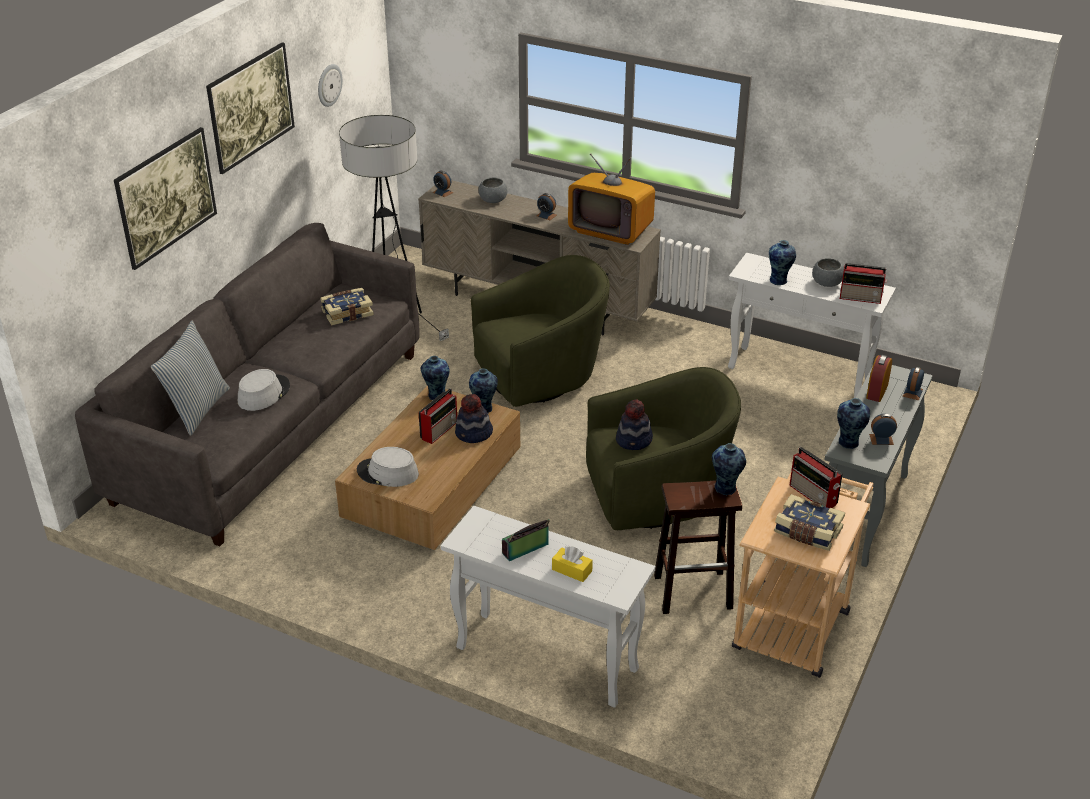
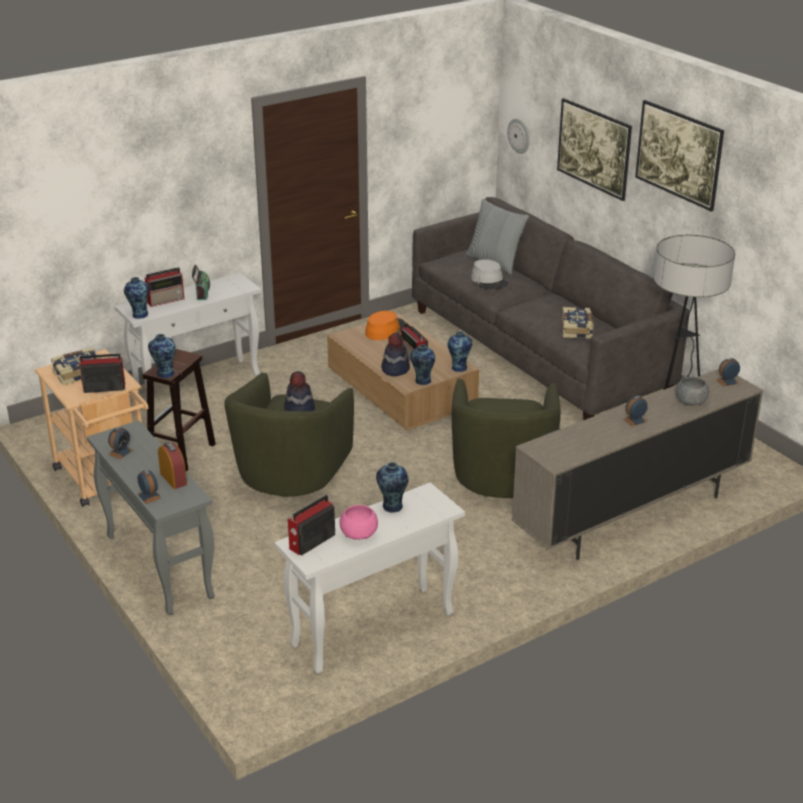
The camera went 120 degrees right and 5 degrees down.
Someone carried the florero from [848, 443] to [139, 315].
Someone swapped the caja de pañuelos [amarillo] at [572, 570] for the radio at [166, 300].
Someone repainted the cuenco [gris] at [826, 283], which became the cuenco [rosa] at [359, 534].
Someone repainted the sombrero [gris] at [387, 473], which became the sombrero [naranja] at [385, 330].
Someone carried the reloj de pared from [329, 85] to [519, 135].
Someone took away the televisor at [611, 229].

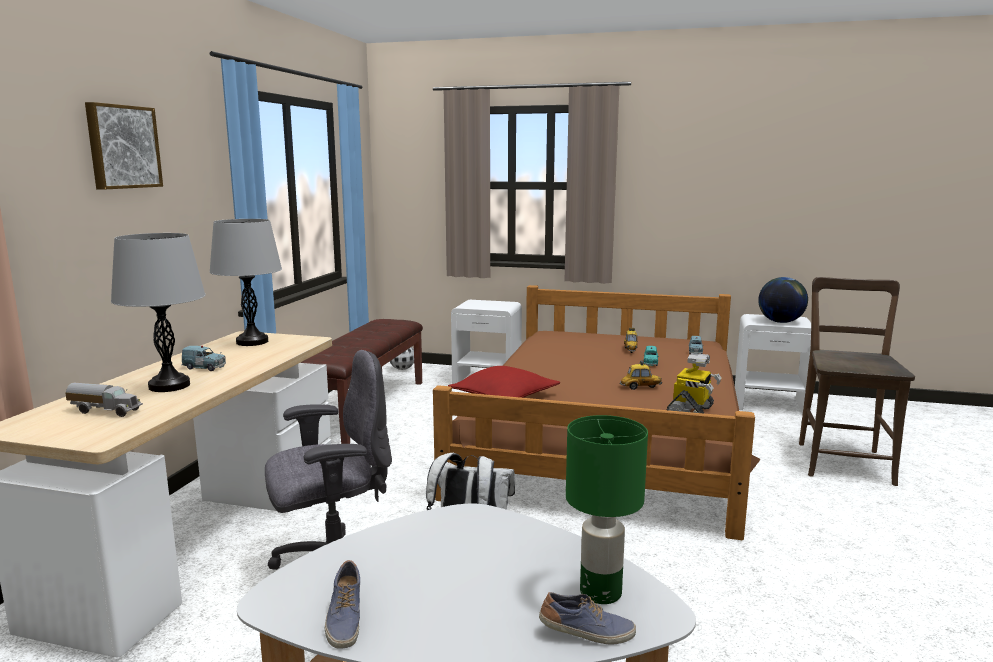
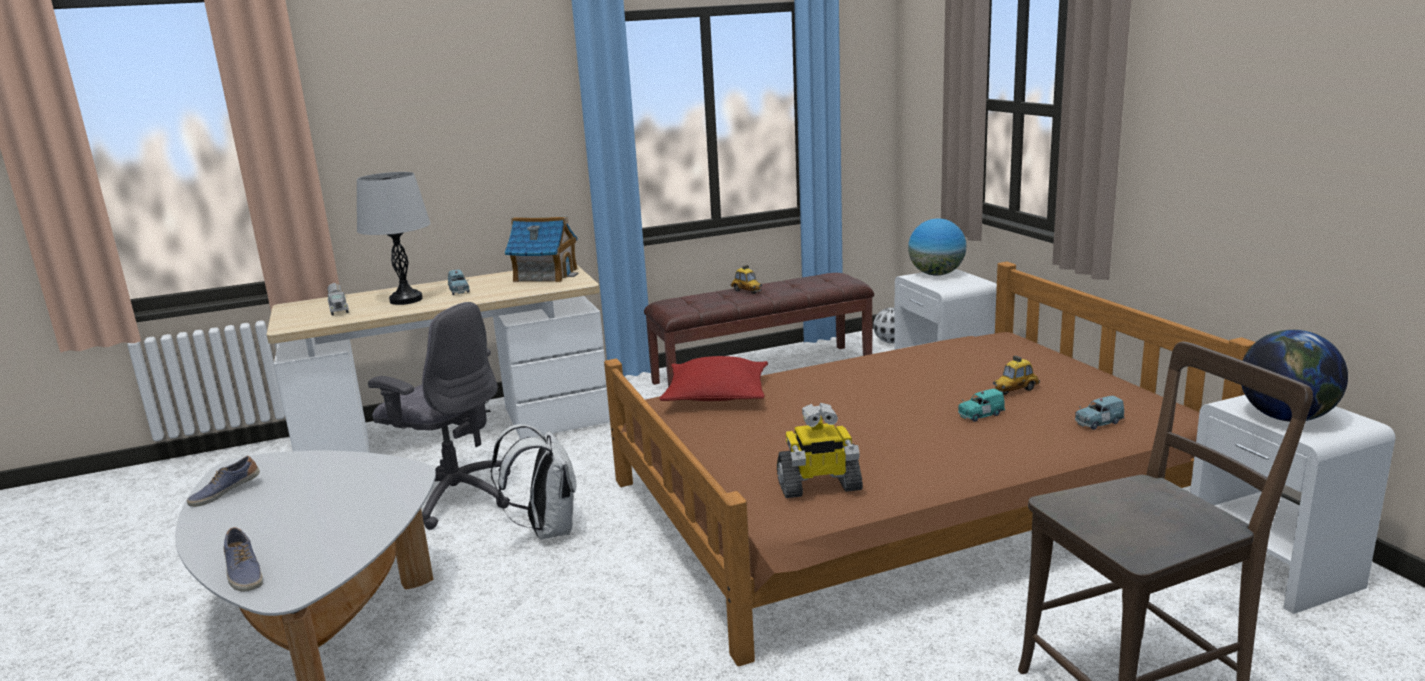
The camera went 55 degrees right and 5 degrees up.
Someone swapped the lámpara de mesa [gris] at [252, 342] for the casita at [545, 275].
Someone carried the coche de juguete from [640, 387] to [746, 291].
Someone put down the globo terráqueo at [936, 274].
Someone took away the cuadro at [122, 147].
Someone took away the lámpara de mesa [verde] at [601, 593].

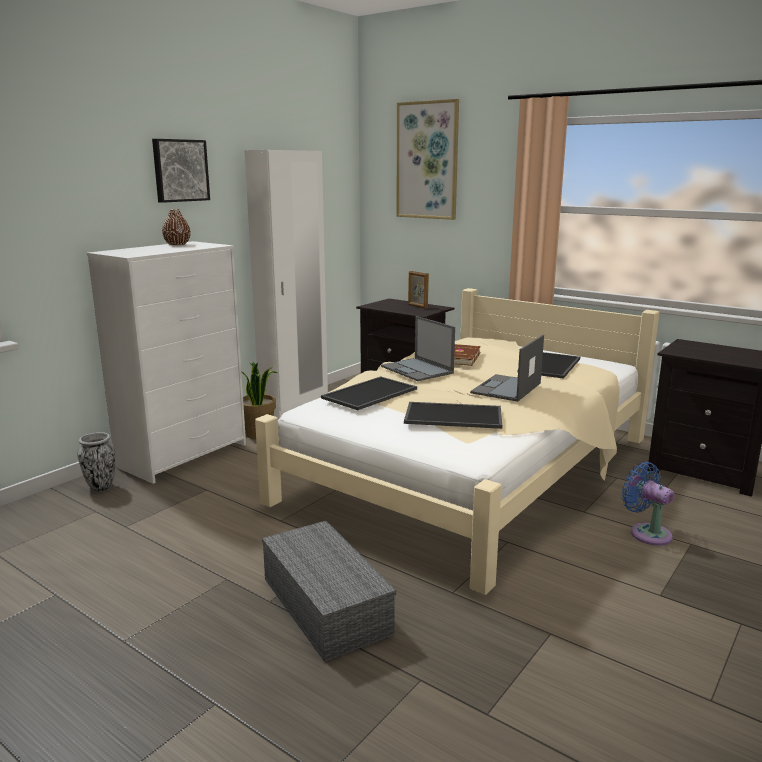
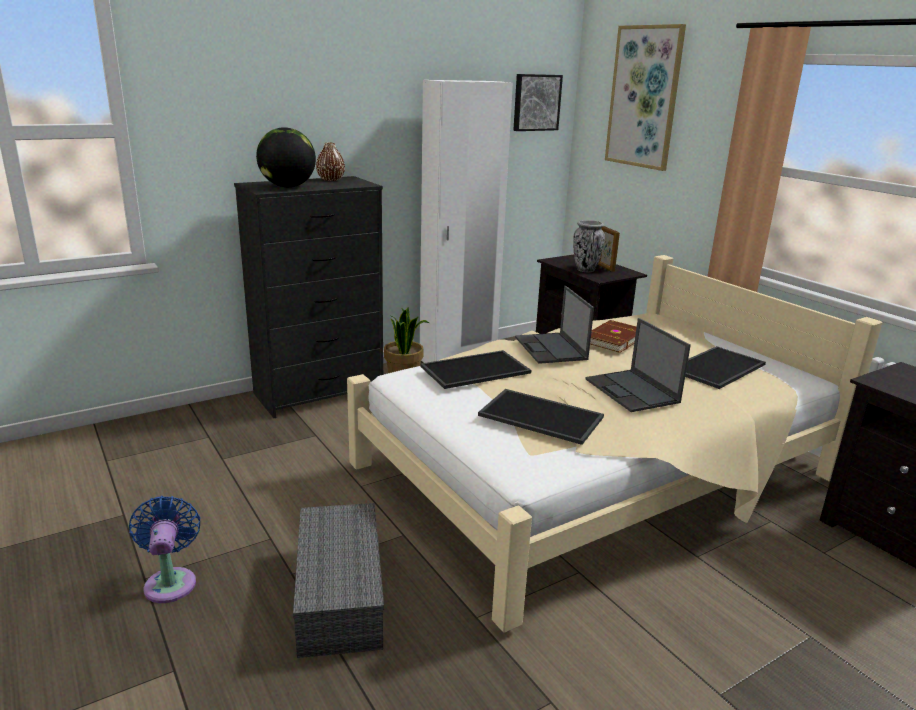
The camera went 20 degrees right and 5 degrees up.
Someone carried the ventilador [azul] from [646, 533] to [171, 581].
Someone repainted the cómoda [blanco] at [184, 455], which became the cómoda [negro] at [320, 393].
Someone put down the globo terráqueo at [288, 187].
Someone carried the cuadro from [180, 170] to [536, 102].
Someone carried the florero from [100, 487] to [585, 270].
Someone rotated the portátil at [506, 388] by 75 degrees counterclockwise.

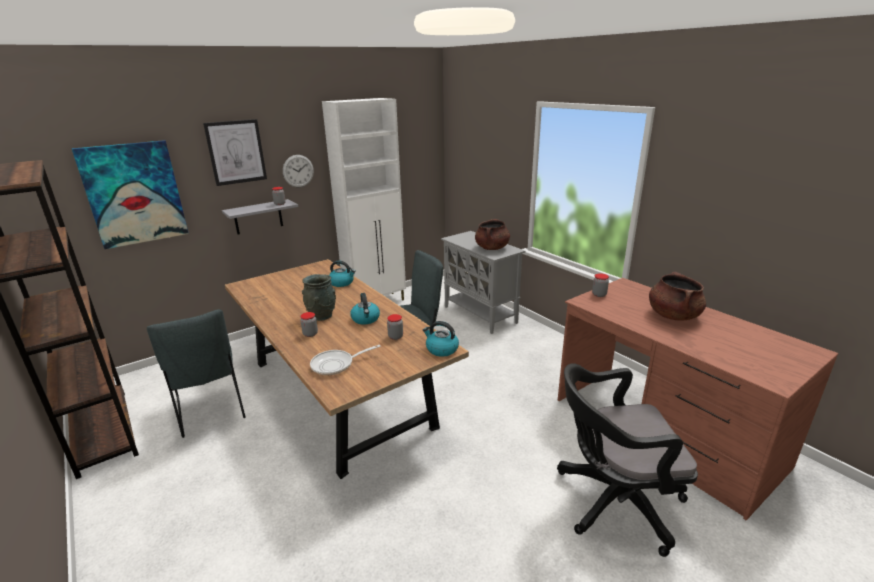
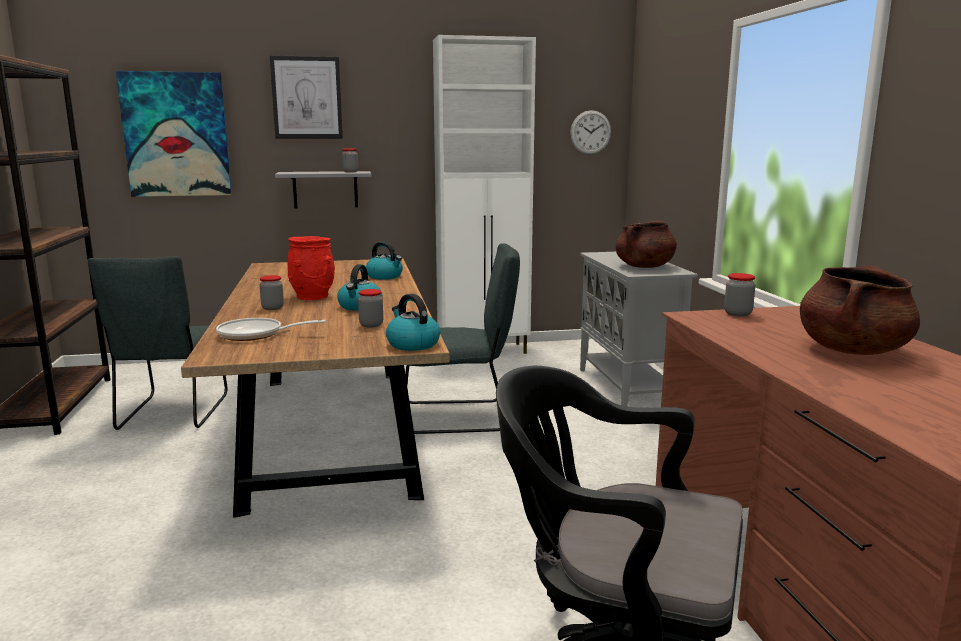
The camera went 25 degrees right and 10 degrees down.
Someone repainted the florero [gris] at [322, 316], which became the florero [rojo] at [313, 297].
Someone carried the reloj de pared from [298, 171] to [590, 132].

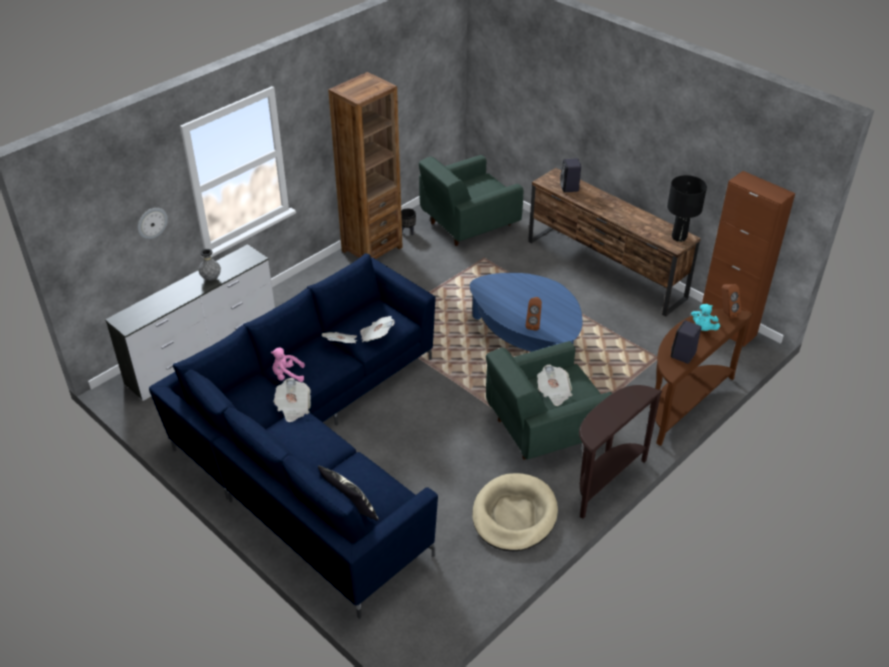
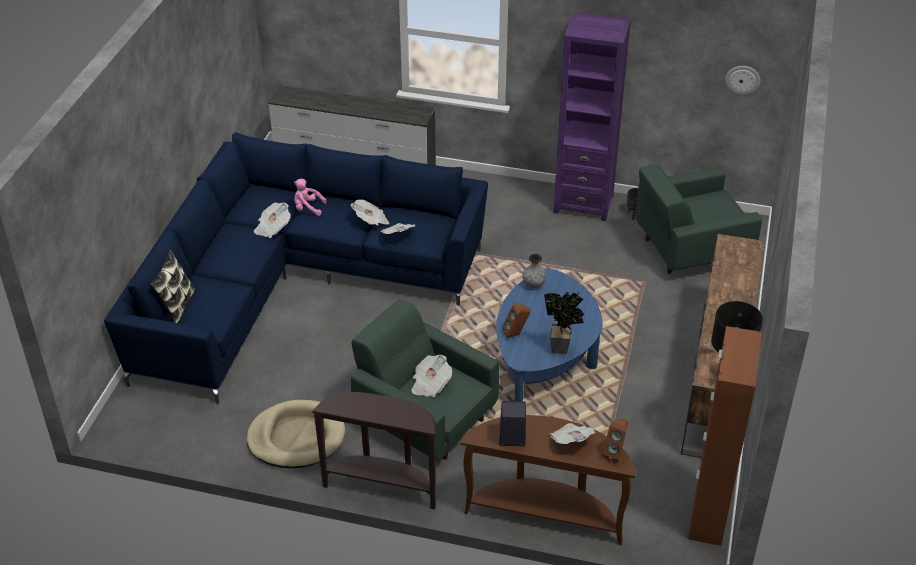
The camera went 60 degrees right and 0 degrees up.
Someone rotated the peluche [rosa] at [287, 375] by 45 degrees counterclockwise.
Someone carried the florero [gris] from [211, 278] to [534, 285].
Someone put down the planta en maceta at [562, 350].
Someone swapped the peluche [turquesa] at [703, 328] for the periódico at [571, 441].
Someone repainted the estantería [marrón] at [372, 249], which became the estantería [morado] at [583, 203].
Someone rotated the sillón [verde] at [468, 224] by 45 degrees counterclockwise.
Someone carried the reloj de pared from [152, 222] to [742, 79].
Someone took away the altavoz [negro] at [569, 188].

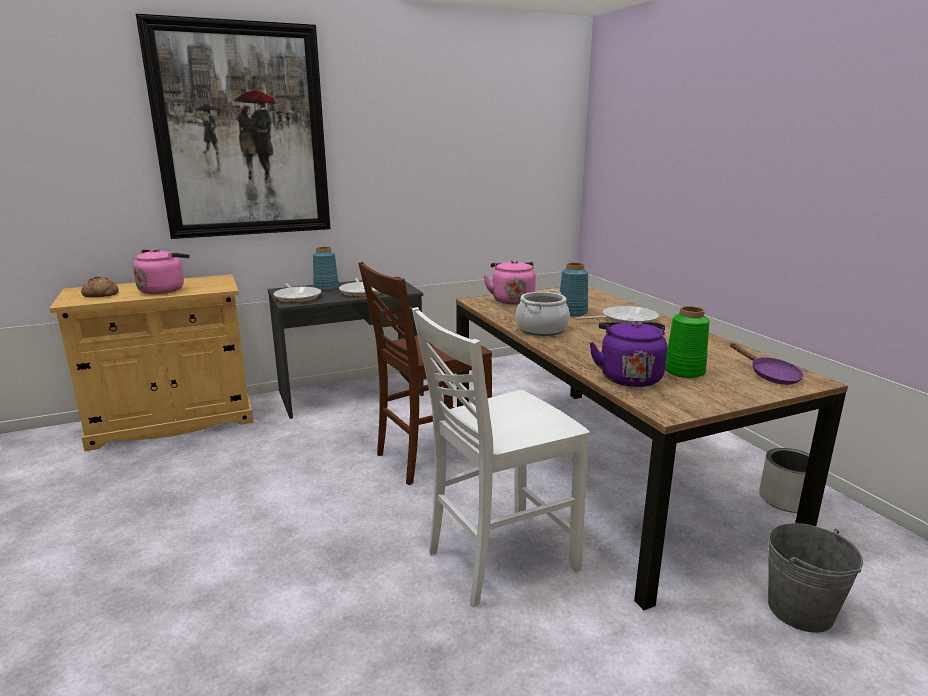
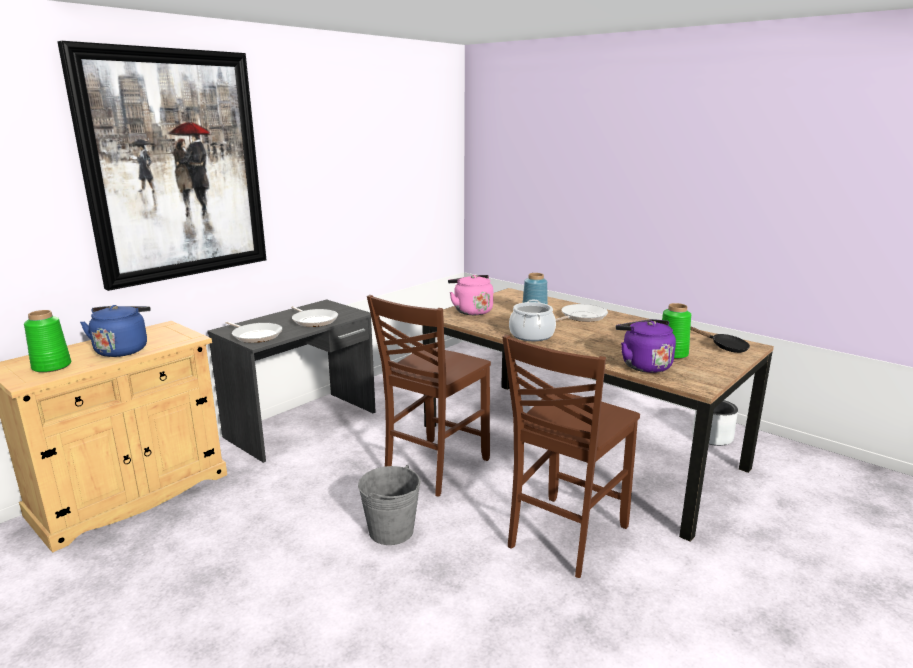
The camera went 25 degrees left and 0 degrees up.
Someone swapped the pan at [100, 295] for the florero [verde] at [51, 367].
Someone repainted the hervidor [rosa] at [164, 290], which became the hervidor [azul] at [123, 350].
Someone carried the cubo [gris] from [800, 610] to [391, 531].
Someone repainted the silla [blanco] at [498, 559], which became the silla [marrón] at [564, 536].
Someone repainted the sartén [morado] at [770, 376], which became the sartén [negro] at [725, 347].
Someone took away the florero [azul] at [326, 288].

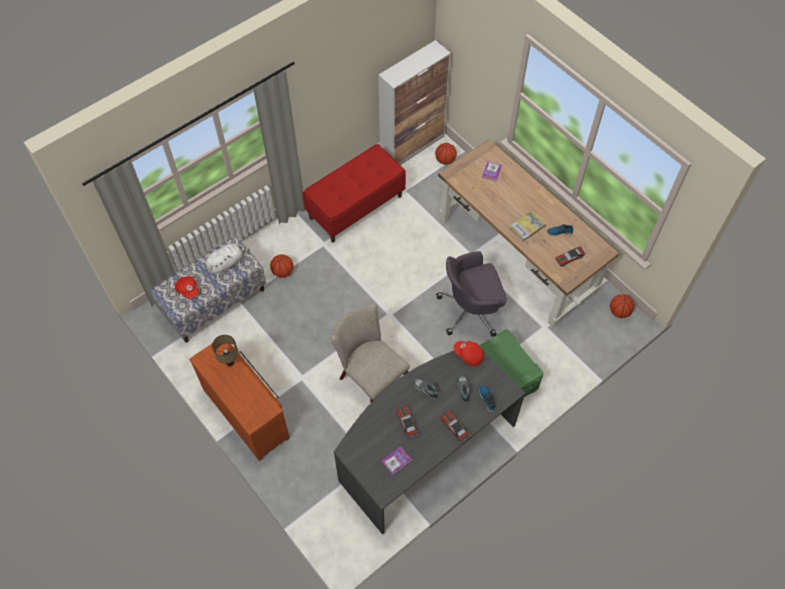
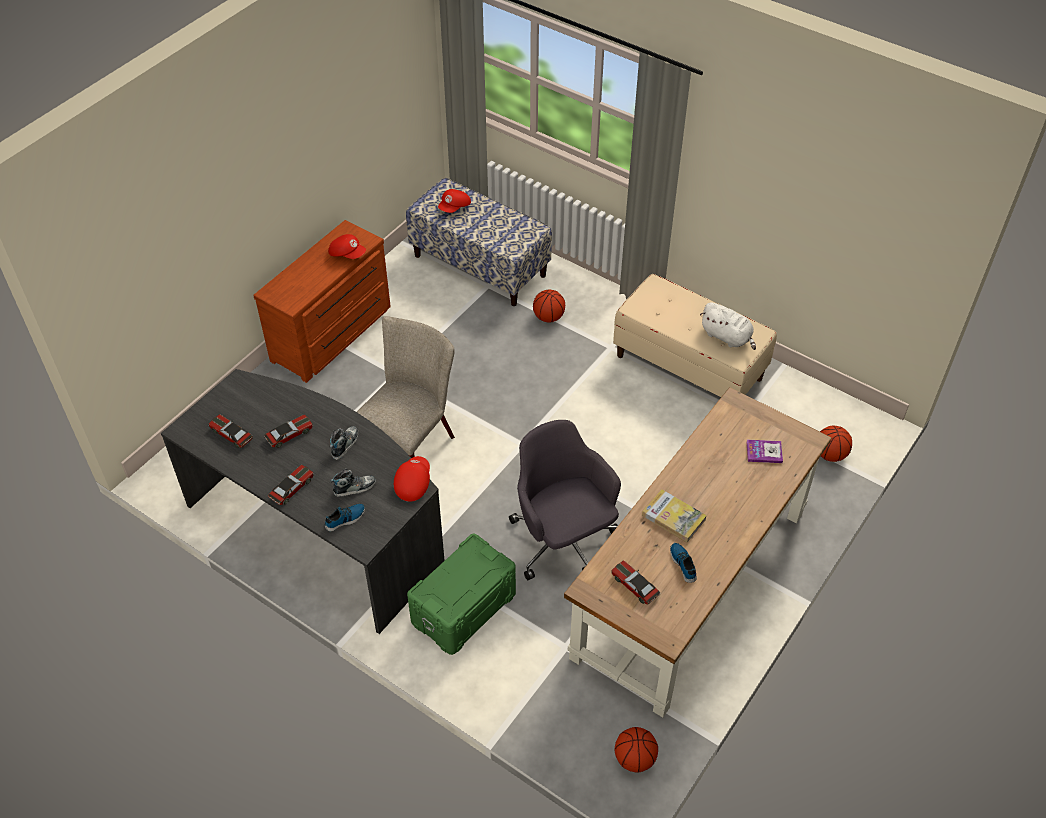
The camera went 75 degrees right and 10 degrees down.
Someone swapped the libro at [396, 460] for the coche de juguete at [231, 434].
Someone swapped the lámpara de mesa at [229, 363] for the gorra [rojo] at [347, 254].
Someone repainted the banco [rojo] at [355, 207], which became the banco [beis] at [689, 367].
Someone carried the peluche [blanco] from [227, 263] to [727, 337].
Someone took away the armario at [412, 146].

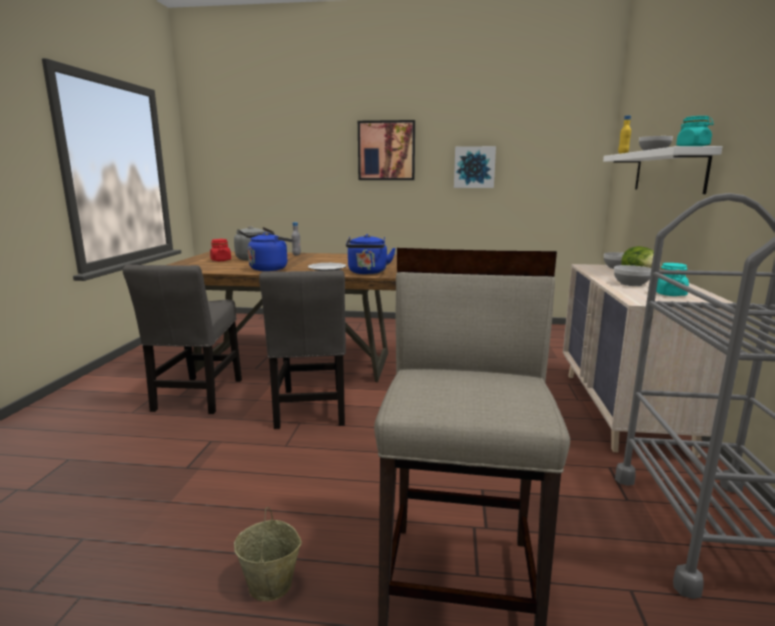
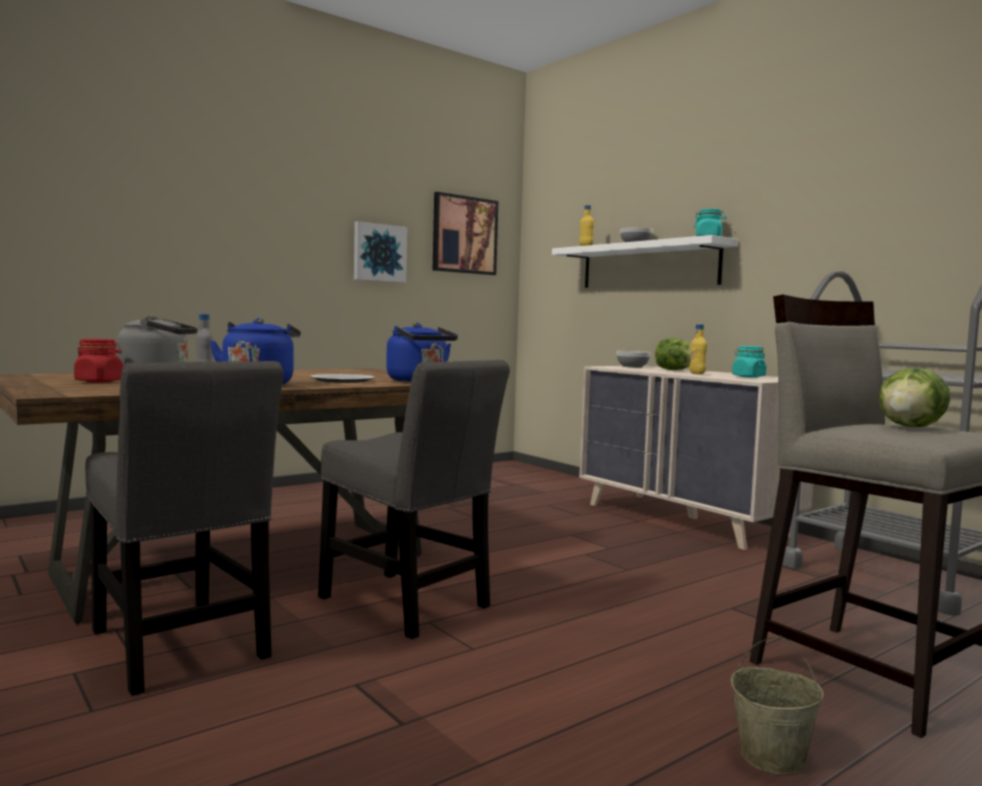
The camera went 45 degrees left and 10 degrees down.
Someone carried the cuadro from [386, 150] to [464, 235].
Someone swapped the cuenco at [631, 284] for the botella [amarillo] at [697, 373].
Someone put down the lechuga at [910, 427].

